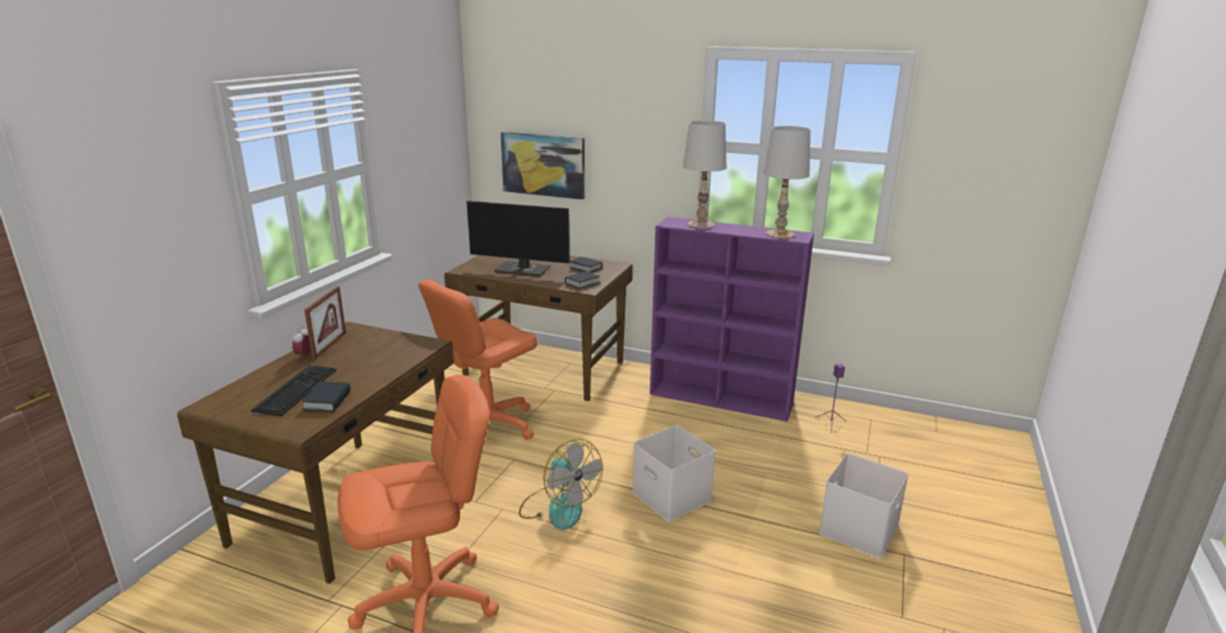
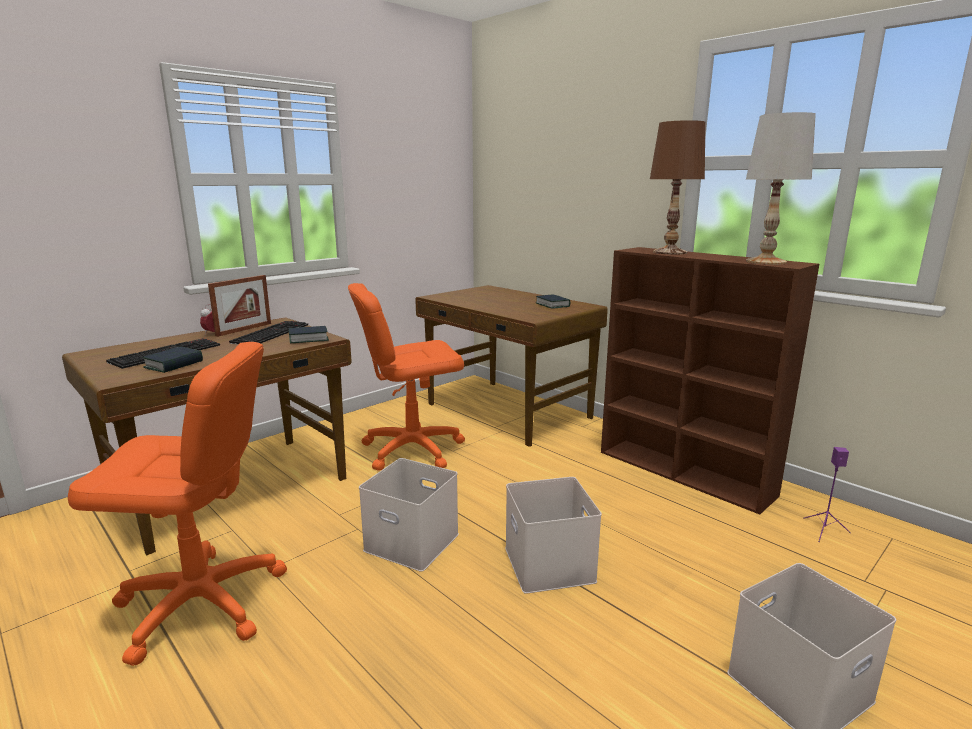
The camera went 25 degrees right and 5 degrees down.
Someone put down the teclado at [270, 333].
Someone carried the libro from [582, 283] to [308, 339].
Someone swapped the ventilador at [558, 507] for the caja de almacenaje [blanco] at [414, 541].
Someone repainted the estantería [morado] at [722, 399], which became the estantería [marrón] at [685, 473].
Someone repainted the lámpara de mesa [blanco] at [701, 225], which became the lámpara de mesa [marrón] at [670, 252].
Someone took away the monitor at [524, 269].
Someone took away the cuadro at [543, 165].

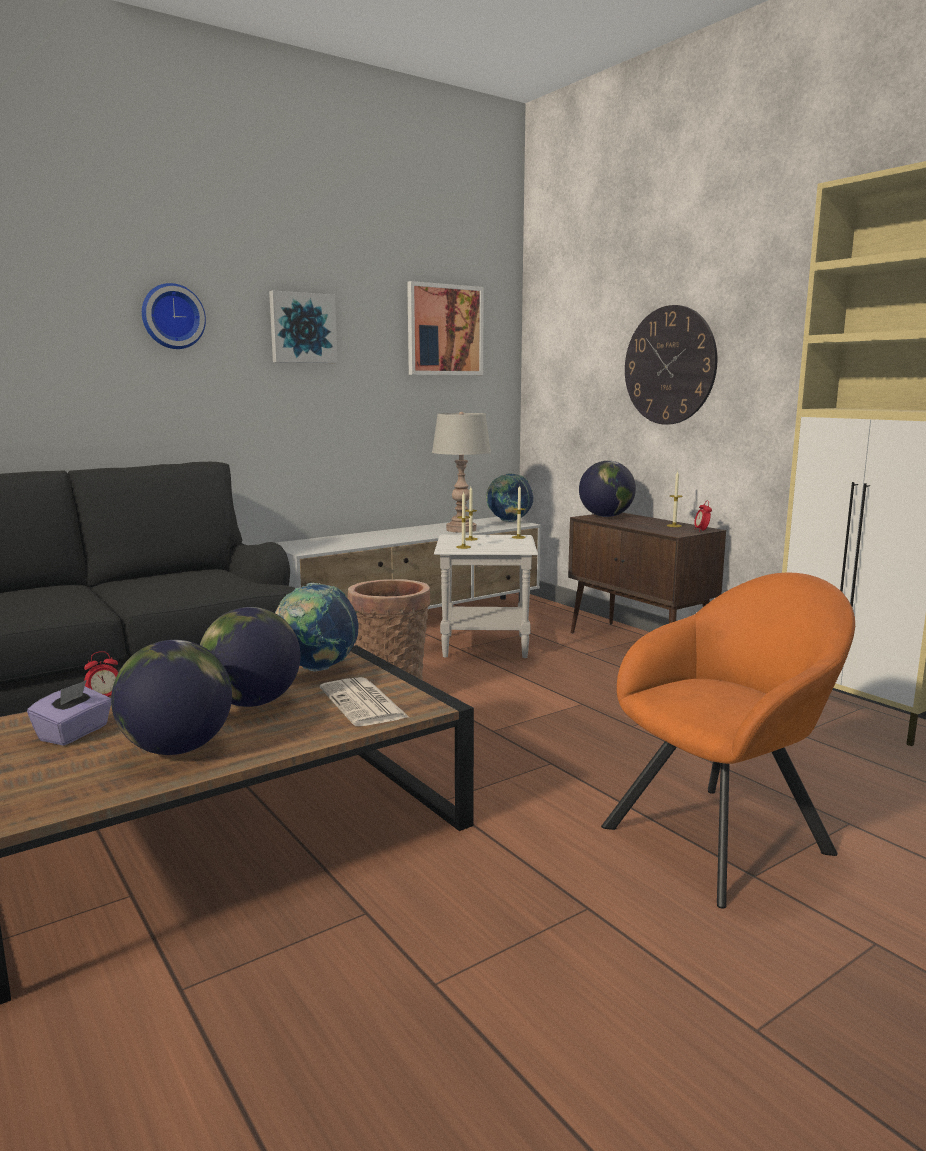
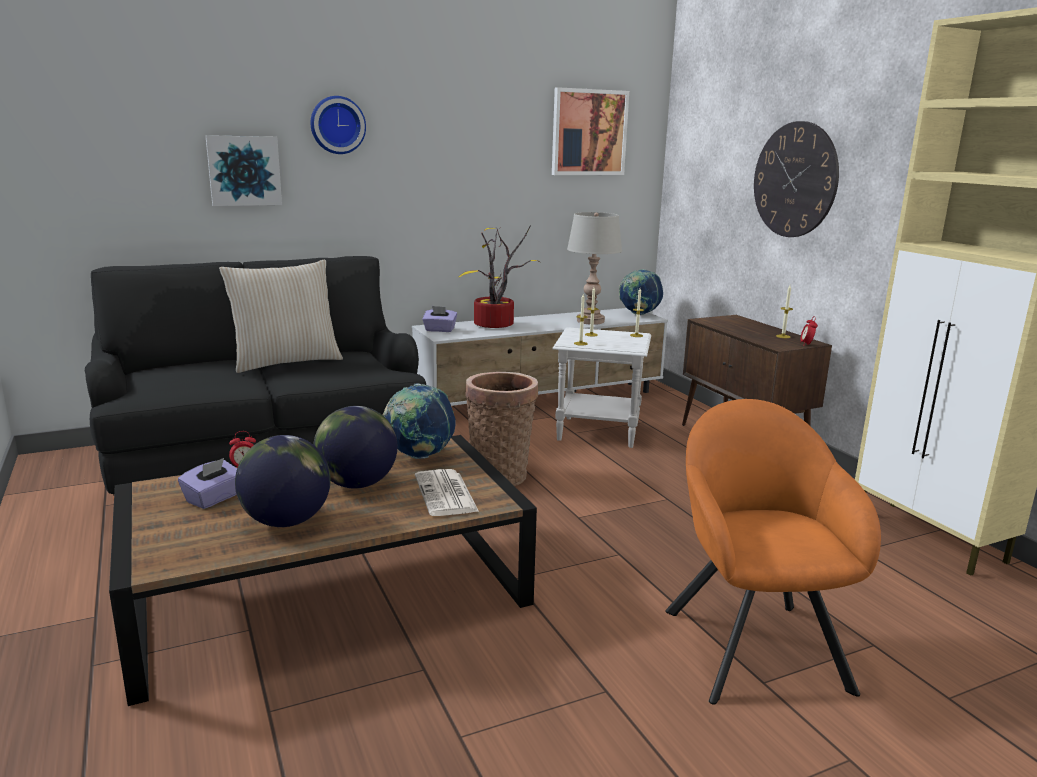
The camera went 10 degrees right and 5 degrees up.
Someone carried the cuadro from [302, 328] to [244, 170].
Someone put down the cojín [beis] at [286, 362].
Someone put down the caja de pañuelos [morado] at [439, 330].
Someone put down the planta en maceta at [494, 326].
Someone rotated the sillón [naranja] at [725, 836] by 75 degrees counterclockwise.
Someone took away the globo terráqueo at [606, 516].

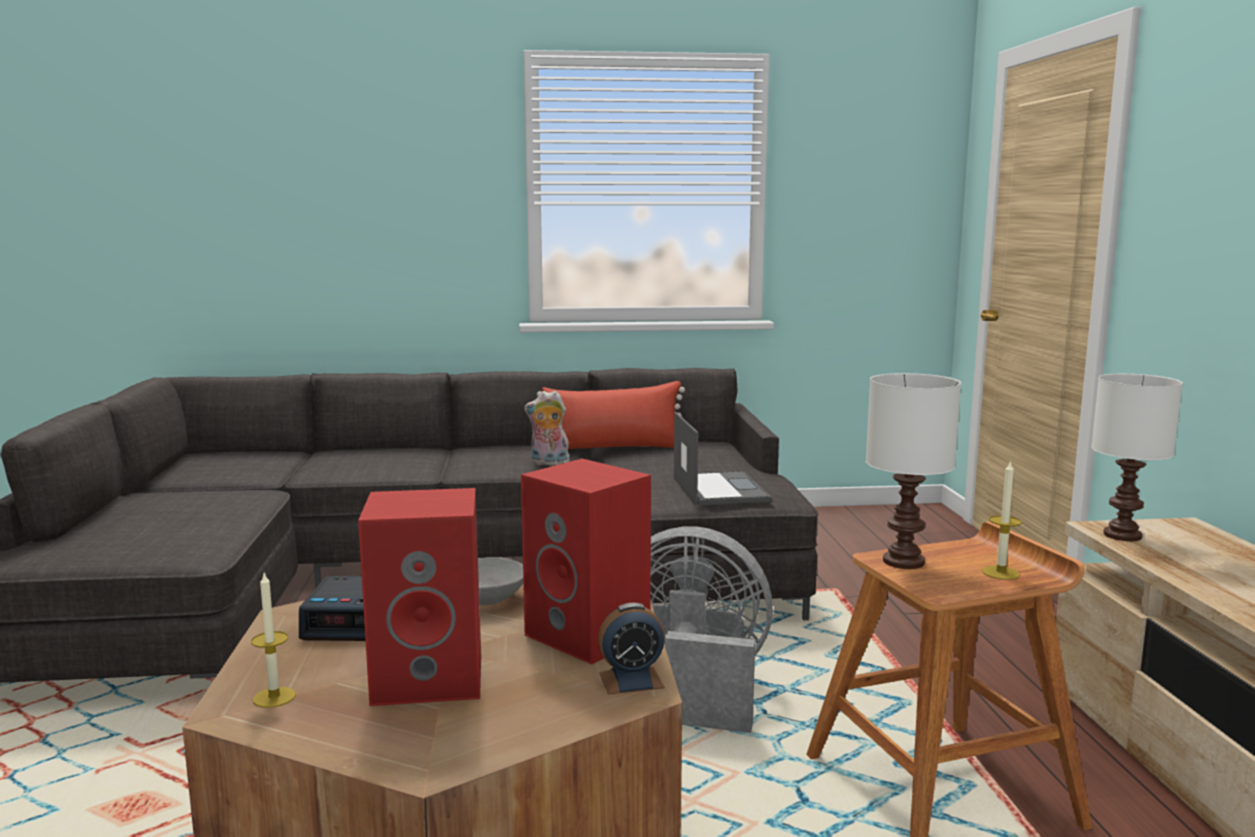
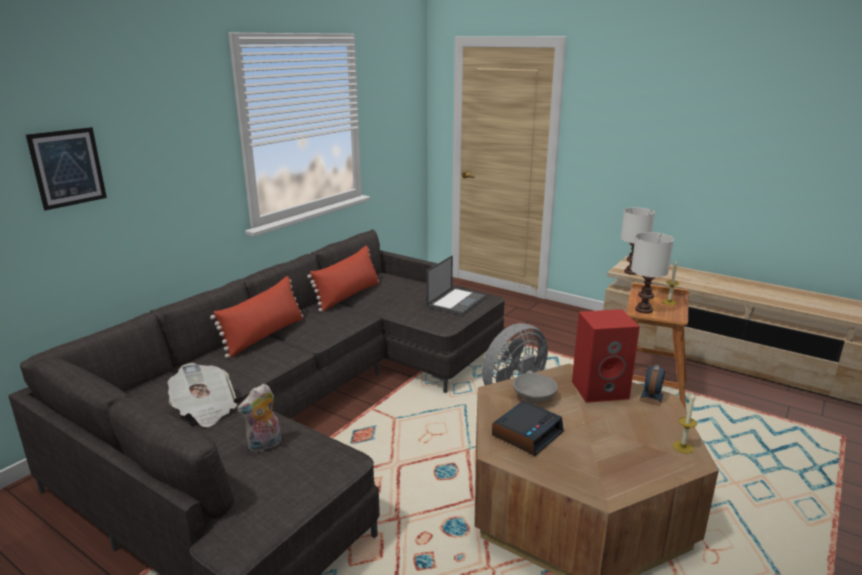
The camera went 50 degrees left and 10 degrees up.
Someone put up the cuadro at [68, 168].
Someone put down the periódico at [205, 409].
Someone put down the cojín [rojo] at [264, 336].
Someone carried the peluche from [548, 463] to [264, 446].
Someone rotated the portátil at [719, 489] by 90 degrees clockwise.
Someone carried the vela from [274, 697] to [683, 447].
Someone took away the altavoz [rojo] at [431, 678].

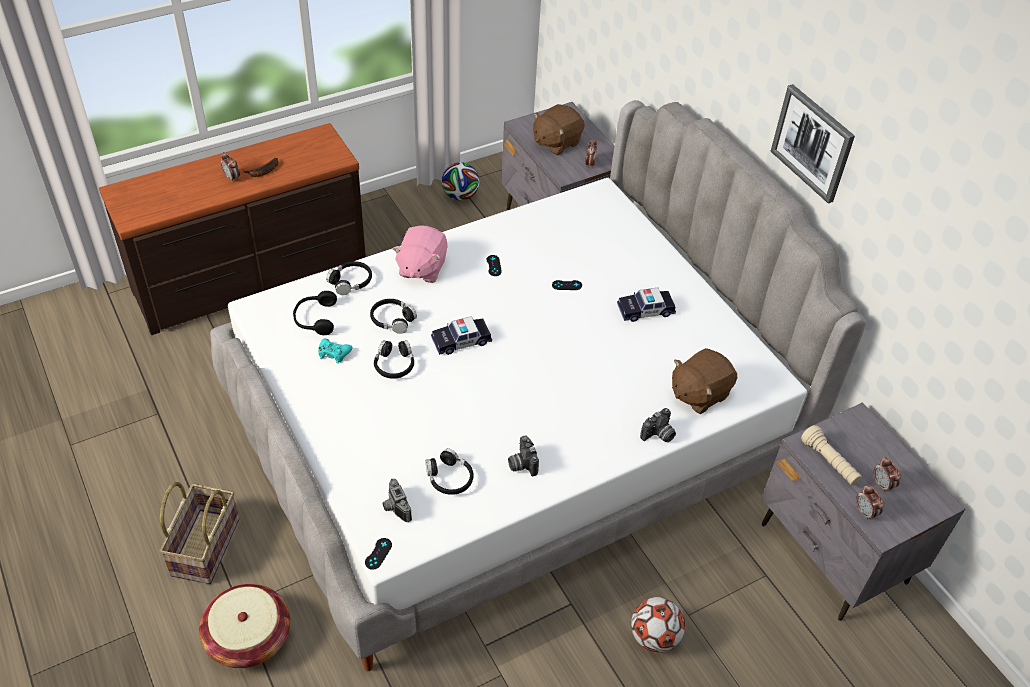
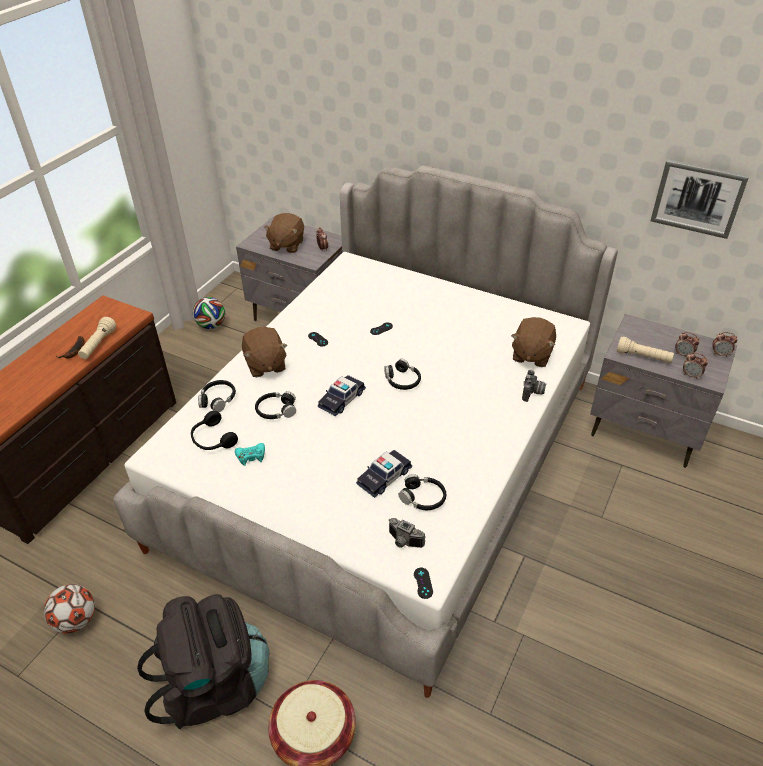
The camera went 30 degrees left and 5 degrees down.
Someone carried the balón de fútbol from [654, 637] to [76, 620].
Someone put down the linterna [beis] at [98, 345].
Someone swapped the cesta at [204, 546] for the mochila [negro] at [215, 685].
Someone repainted the peluche [rosa] at [421, 268], which became the peluche [marrón] at [265, 365].
Someone carried the coche de juguete from [645, 310] to [384, 477].
Someone carried the auriculares [negro] from [394, 364] to [402, 380].
Someone carried the cuadro from [813, 143] to [698, 198].
Someone carried the despertador from [232, 178] to [720, 354].
Someone took away the cámara at [521, 464].

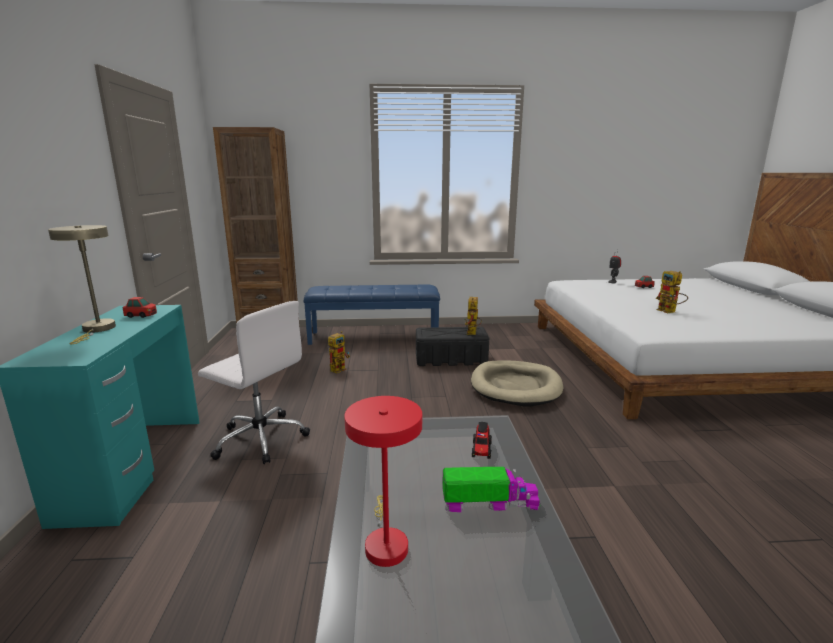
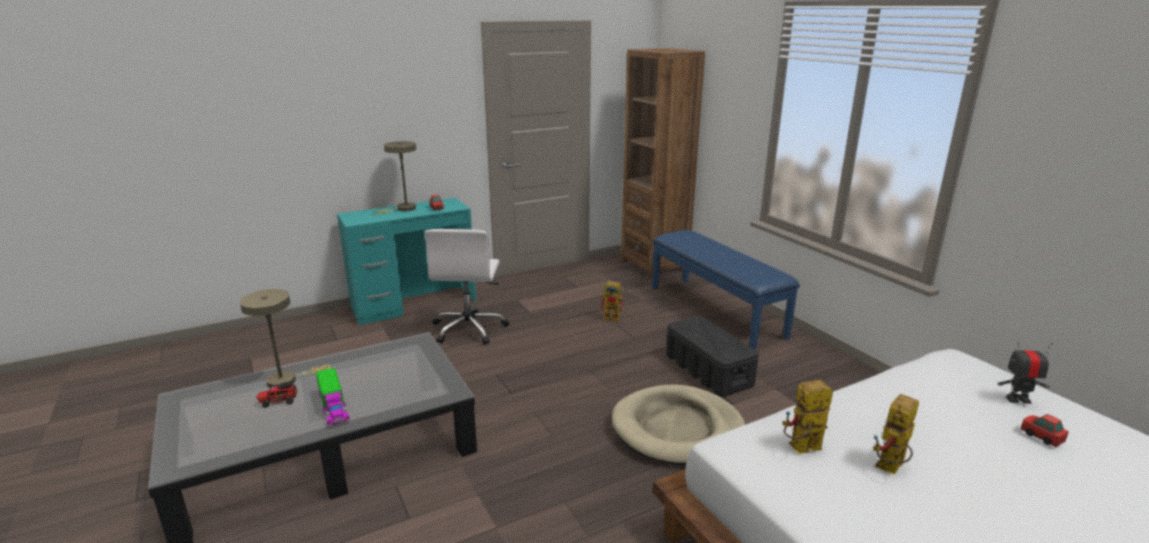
The camera went 65 degrees right and 5 degrees up.
Someone repainted the lámpara de mesa [rojo] at [385, 543], which became the lámpara de mesa [beis] at [287, 380].
Someone carried the camión de juguete from [481, 450] to [278, 402].
Someone carried the robot de juguete from [472, 334] to [800, 449].

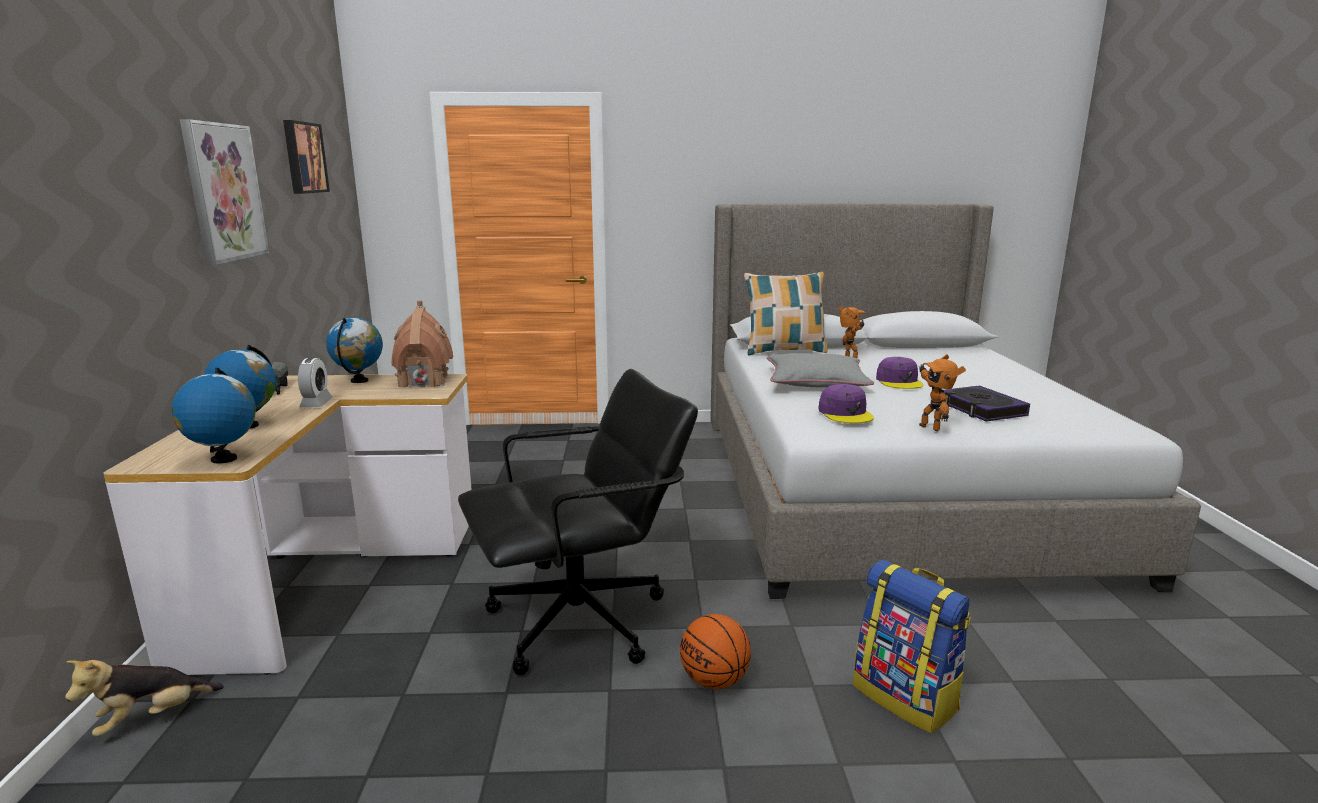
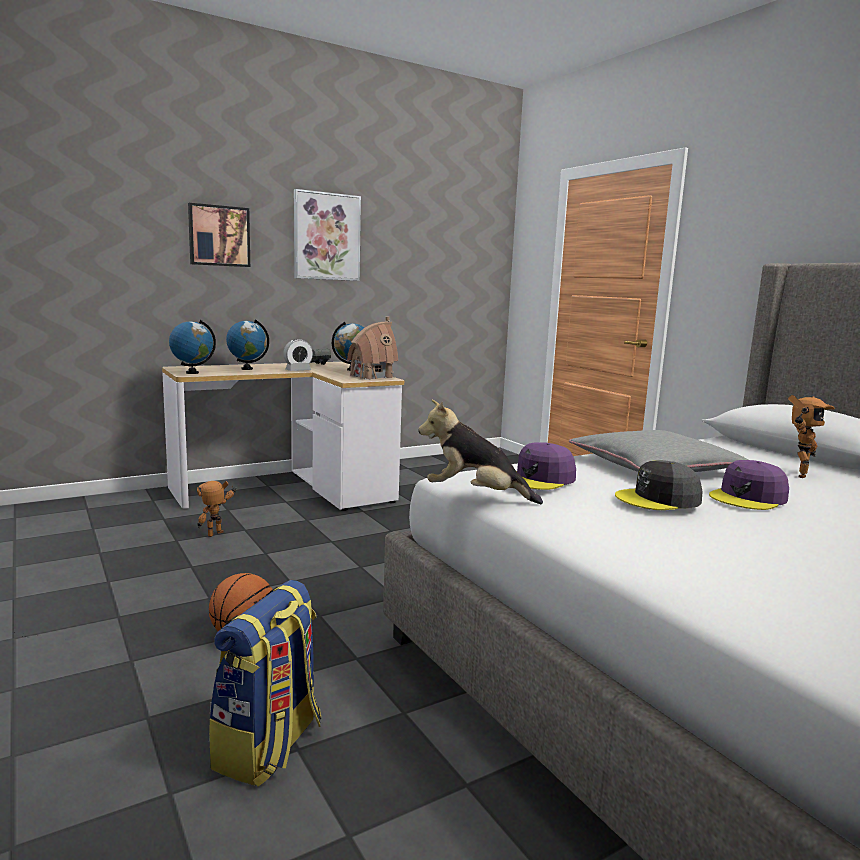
The camera went 60 degrees right and 5 degrees down.
Someone carried the cuadro from [303, 157] to [219, 236].
Someone carried the robot de juguete from [931, 427] to [217, 535].
Someone carried the peluche from [151, 718] to [475, 496].
Someone put down the gorra [gris] at [658, 499].
Someone took away the silla de oficina [negro] at [580, 622].
Someone took away the cojín at [784, 351].
Someone took away the libro at [981, 409].

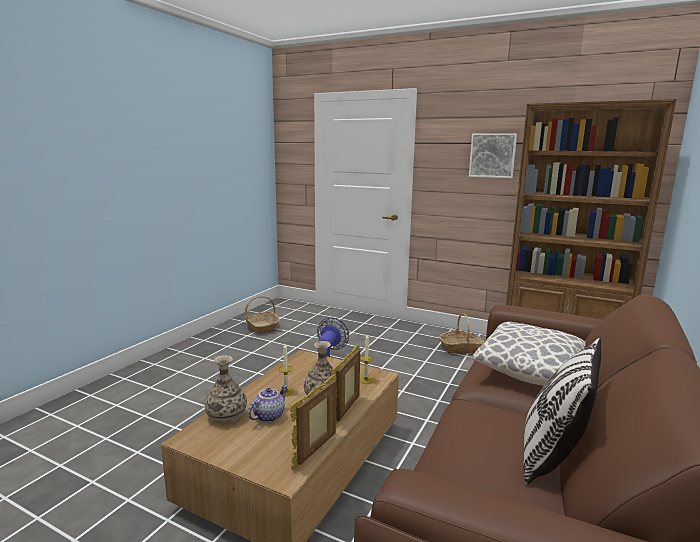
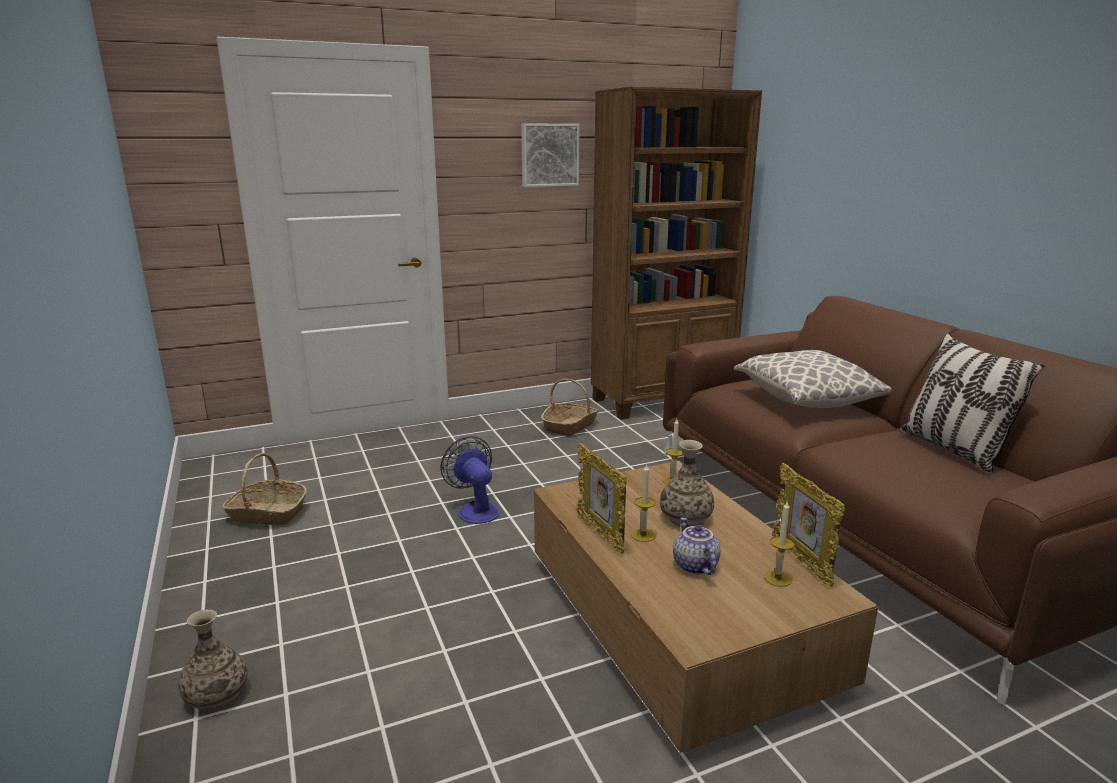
The camera went 50 degrees left and 5 degrees up.
Someone carried the florero from [227, 415] to [217, 695].
Someone carried the portarretratos from [347, 411] to [600, 534].
Someone put down the vela at [777, 578].

